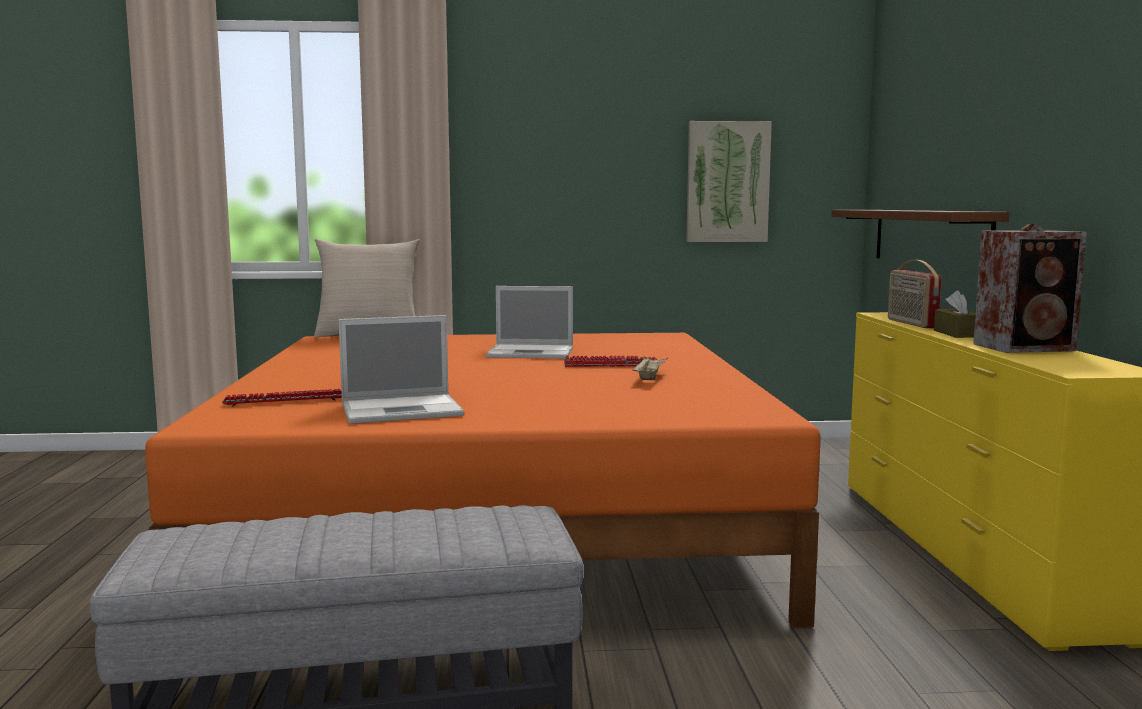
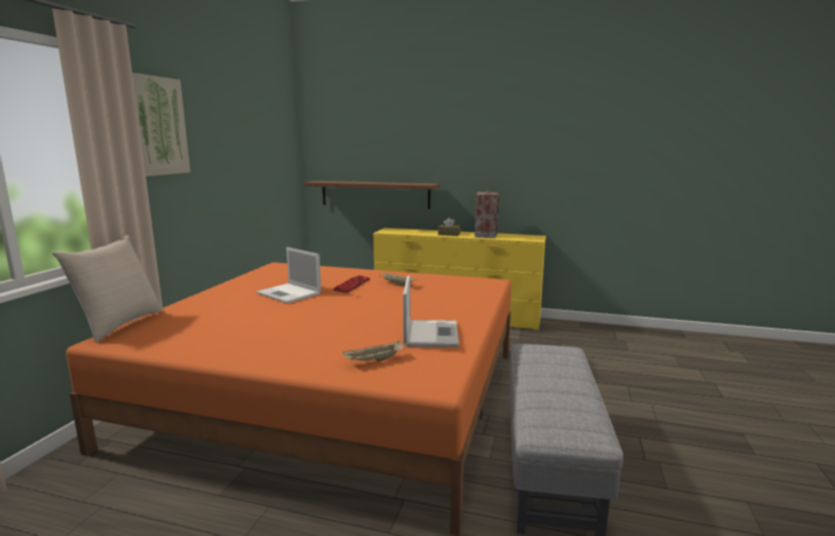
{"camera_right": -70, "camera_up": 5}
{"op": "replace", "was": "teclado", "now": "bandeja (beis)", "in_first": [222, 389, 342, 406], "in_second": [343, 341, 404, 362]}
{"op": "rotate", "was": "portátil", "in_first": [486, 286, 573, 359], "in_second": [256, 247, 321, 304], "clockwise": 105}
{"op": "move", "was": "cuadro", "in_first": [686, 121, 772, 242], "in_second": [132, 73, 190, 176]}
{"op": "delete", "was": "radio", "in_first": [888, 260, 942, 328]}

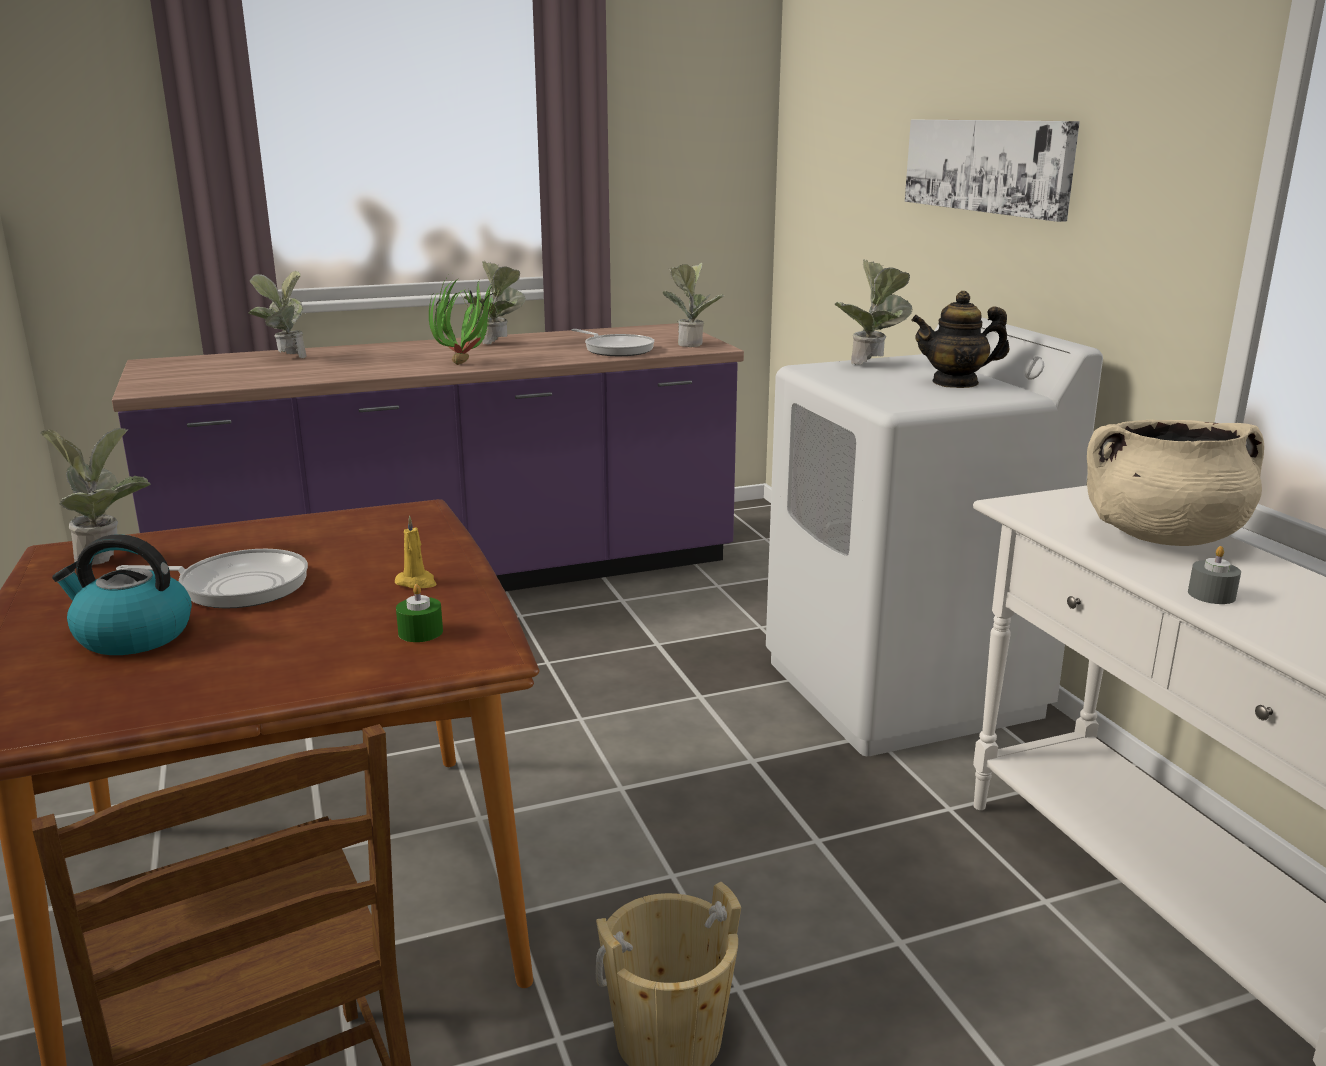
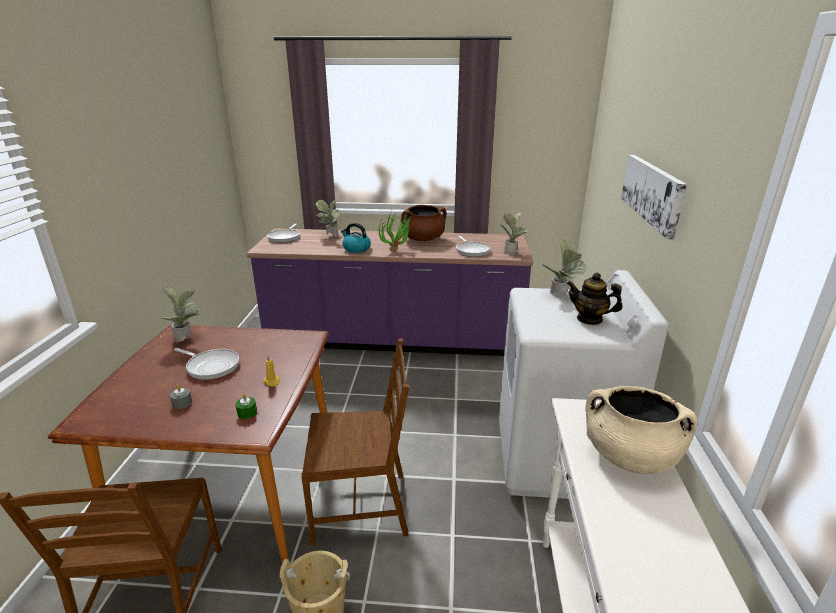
{"camera_right": 25, "camera_up": 5}
{"op": "move", "was": "hervidor", "in_first": [52, 534, 192, 655], "in_second": [341, 223, 371, 253]}
{"op": "replace", "was": "planta en maceta", "now": "olla (marrón)", "in_first": [464, 261, 525, 345], "in_second": [401, 205, 447, 241]}
{"op": "move", "was": "vela (gris)", "in_first": [1188, 546, 1241, 604], "in_second": [170, 385, 192, 409]}
{"op": "insert", "now": "sartén", "in_second": [267, 224, 299, 243]}
{"op": "insert", "now": "silla (marrón)", "in_second": [301, 339, 409, 546]}

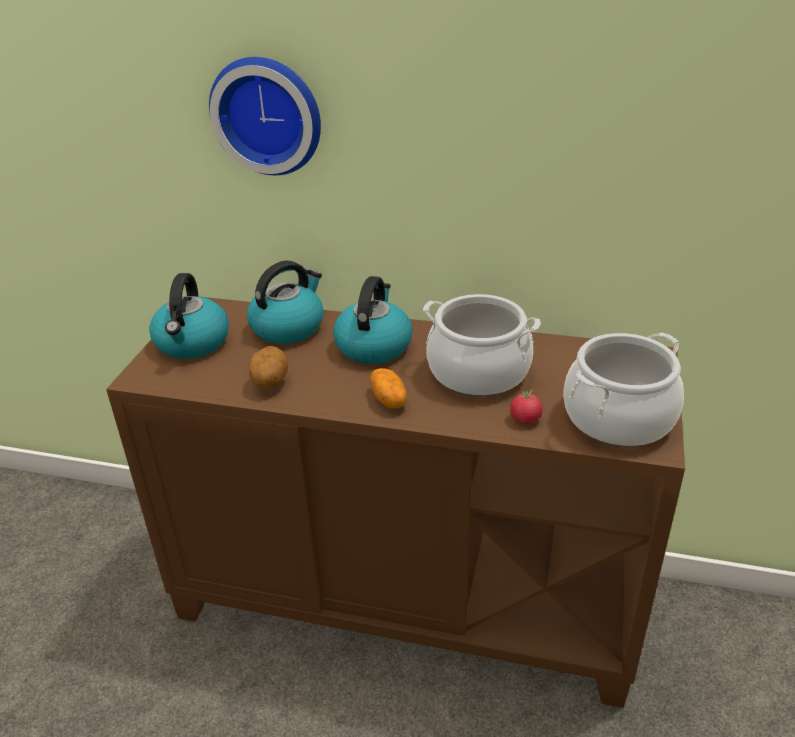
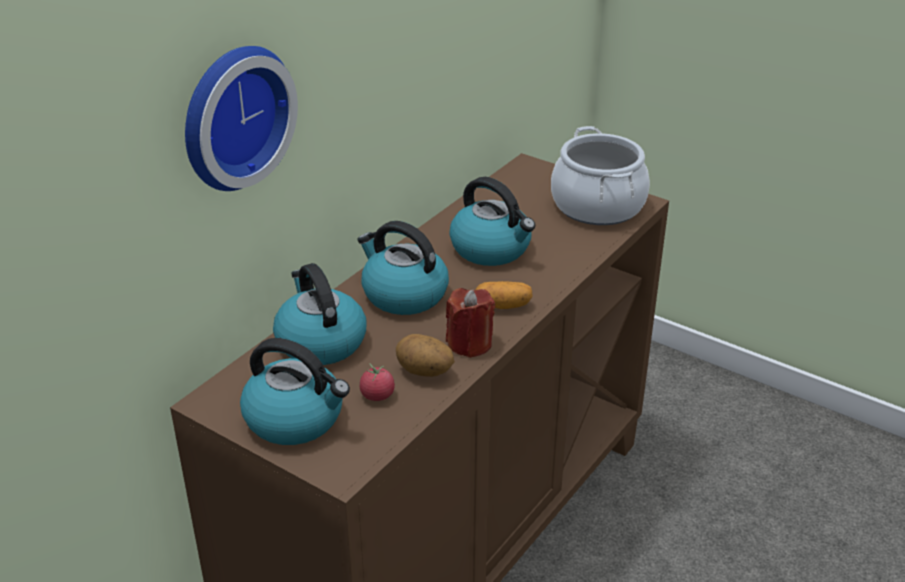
{"camera_right": -70, "camera_up": 0}
{"op": "replace", "was": "olla", "now": "hervidor", "in_first": [423, 294, 541, 397], "in_second": [449, 177, 535, 266]}
{"op": "move", "was": "tomate", "in_first": [510, 388, 543, 424], "in_second": [359, 364, 395, 401]}
{"op": "insert", "now": "vela (rojo)", "in_second": [446, 288, 495, 358]}

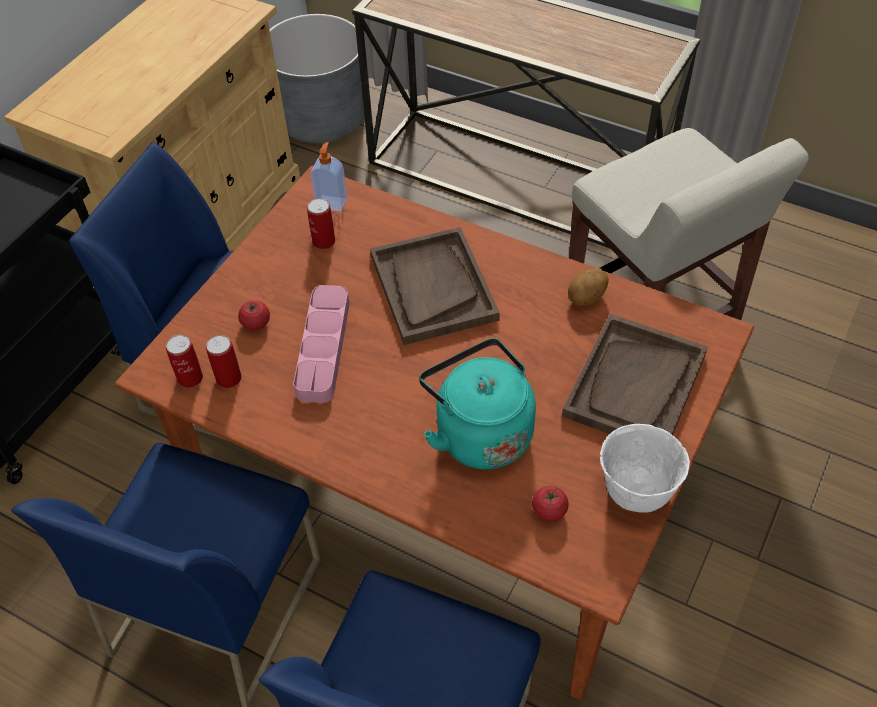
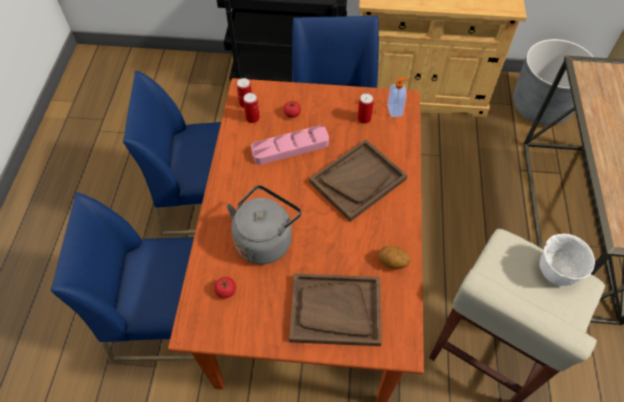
{"camera_right": 65, "camera_up": 5}
{"op": "recolor", "was": "hervidor (turquesa)", "now": "hervidor (gris)", "in_first": [419, 338, 536, 470], "in_second": [226, 185, 301, 264]}
{"op": "move", "was": "cuenco (blanco)", "in_first": [600, 424, 690, 513], "in_second": [539, 234, 595, 286]}

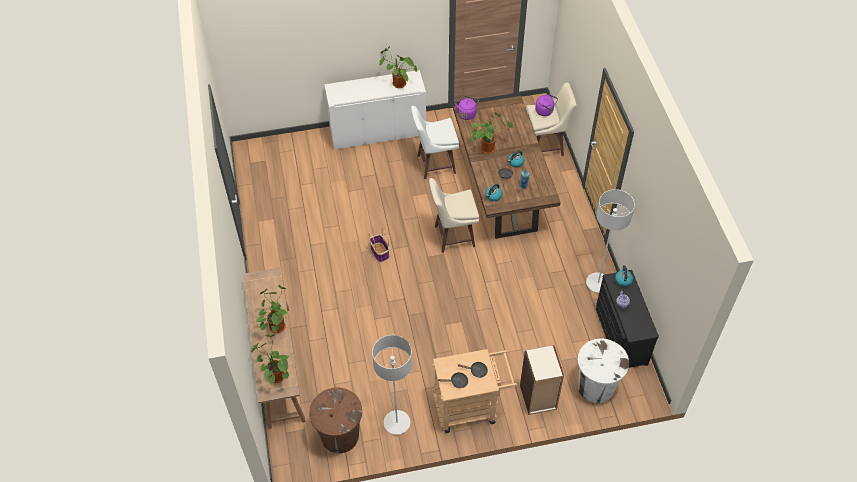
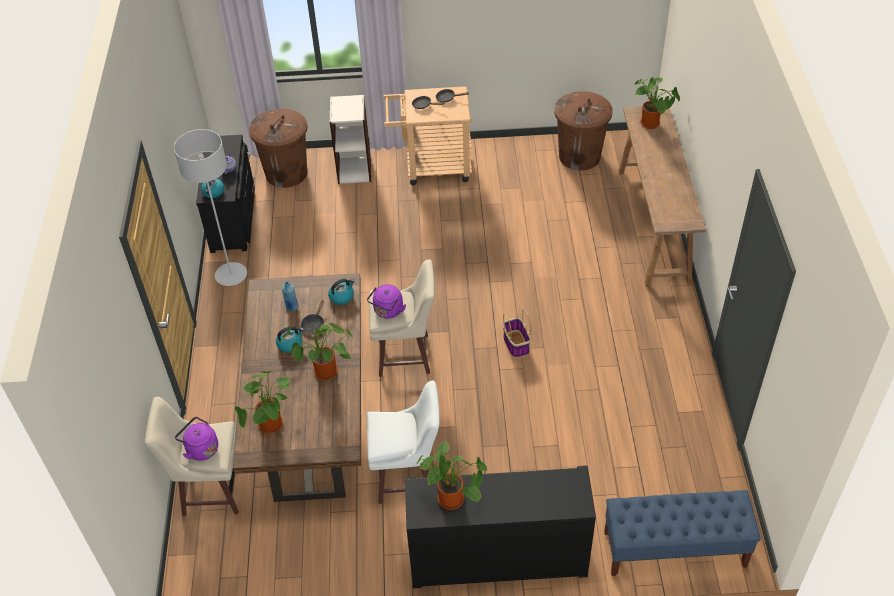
{"camera_right": -170, "camera_up": -5}
{"op": "move", "was": "planta en maceta", "in_first": [256, 285, 288, 333], "in_second": [235, 371, 291, 434]}
{"op": "recolor", "was": "armario (blanco)", "now": "armario (negro)", "in_first": [324, 70, 426, 150], "in_second": [405, 466, 596, 588]}
{"op": "delete", "was": "lámpara de pie (gris)", "in_first": [372, 335, 412, 435]}
{"op": "move", "was": "hervidor (morado)", "in_first": [455, 95, 479, 120], "in_second": [367, 284, 406, 319]}
{"op": "recolor", "was": "papelera (blanco)", "now": "papelera (marrón)", "in_first": [577, 339, 629, 403], "in_second": [249, 108, 307, 188]}
{"op": "insert", "now": "banco (azul)", "in_second": [604, 490, 761, 576]}

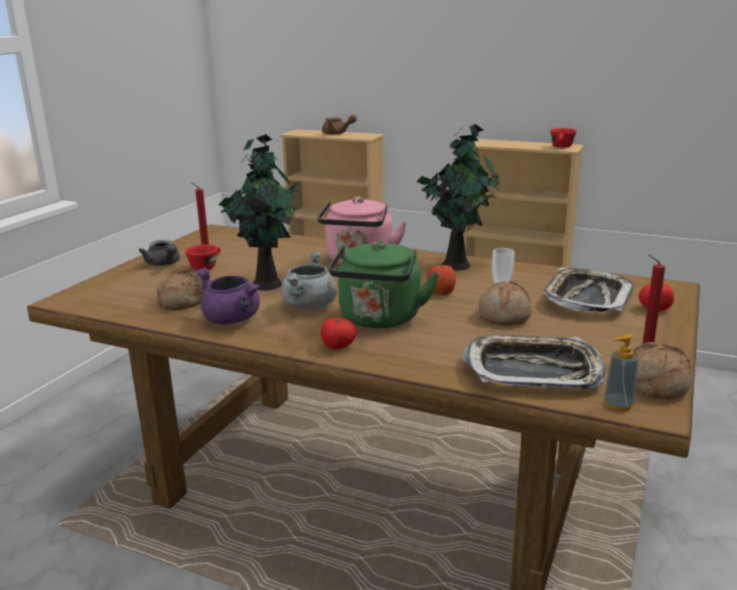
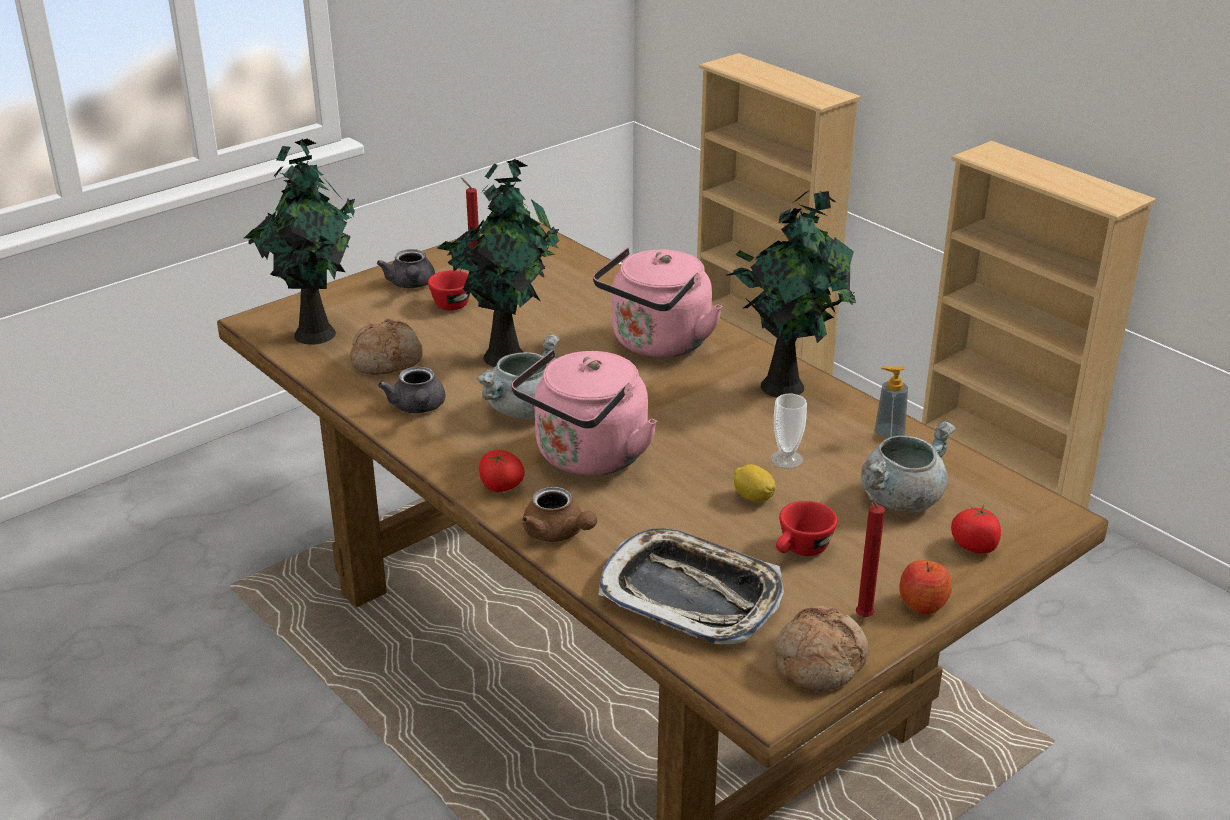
{"camera_right": 25, "camera_up": 10}
{"op": "replace", "was": "olla (morado)", "now": "tetera (gris)", "in_first": [195, 268, 260, 324], "in_second": [378, 366, 445, 413]}
{"op": "move", "was": "tetera (marrón)", "in_first": [322, 115, 357, 135], "in_second": [522, 487, 597, 542]}
{"op": "recolor", "was": "hervidor (verde)", "now": "hervidor (rosa)", "in_first": [329, 241, 439, 328], "in_second": [511, 350, 657, 476]}
{"op": "move", "was": "manzana", "in_first": [427, 263, 456, 295], "in_second": [899, 560, 952, 615]}
{"op": "replace", "was": "pan", "now": "limón", "in_first": [479, 281, 532, 325], "in_second": [734, 464, 776, 502]}
{"op": "replace", "was": "bandeja", "now": "olla (gris)", "in_first": [544, 267, 634, 312], "in_second": [861, 421, 955, 513]}
{"op": "move", "was": "taza (rojo)", "in_first": [550, 128, 577, 147], "in_second": [776, 501, 837, 556]}
{"op": "move", "was": "dispensador de jabón", "in_first": [604, 334, 638, 411], "in_second": [874, 366, 908, 441]}
{"op": "insert", "now": "planta en maceta", "in_second": [244, 139, 355, 345]}

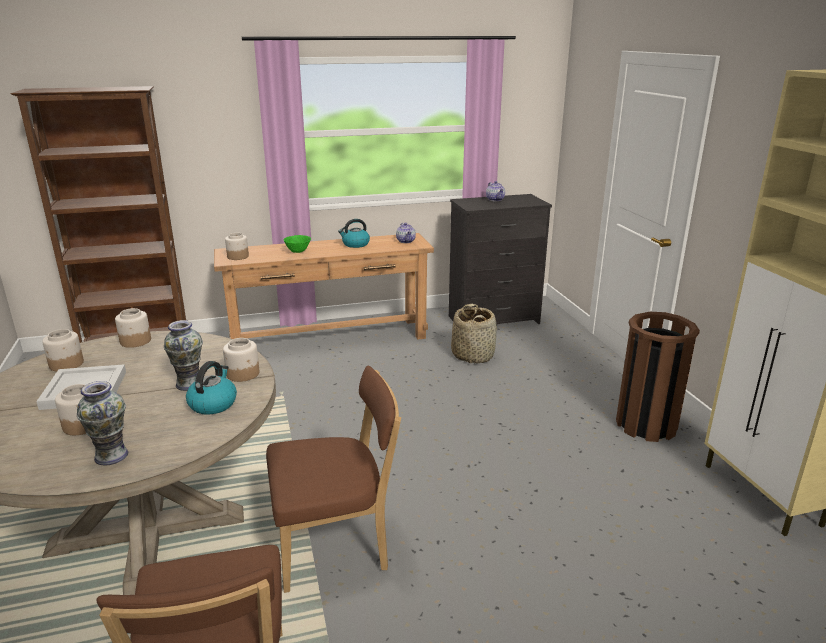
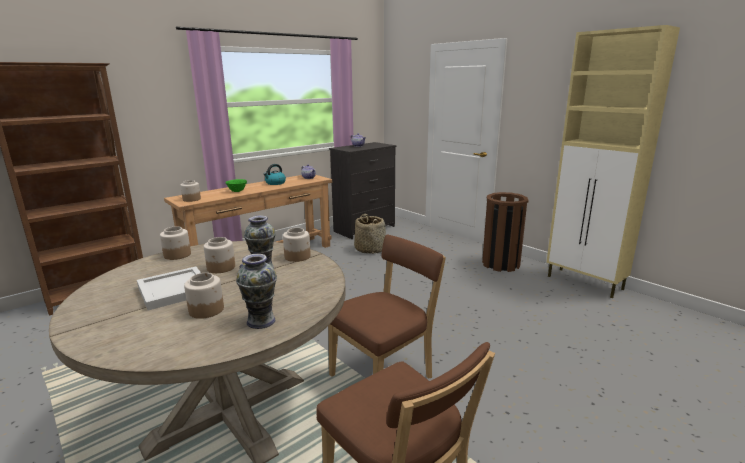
{"camera_right": -25, "camera_up": -5}
{"op": "move", "was": "tarro", "in_first": [42, 329, 84, 372], "in_second": [204, 237, 235, 273]}
{"op": "delete", "was": "hervidor", "in_first": [186, 361, 237, 415]}

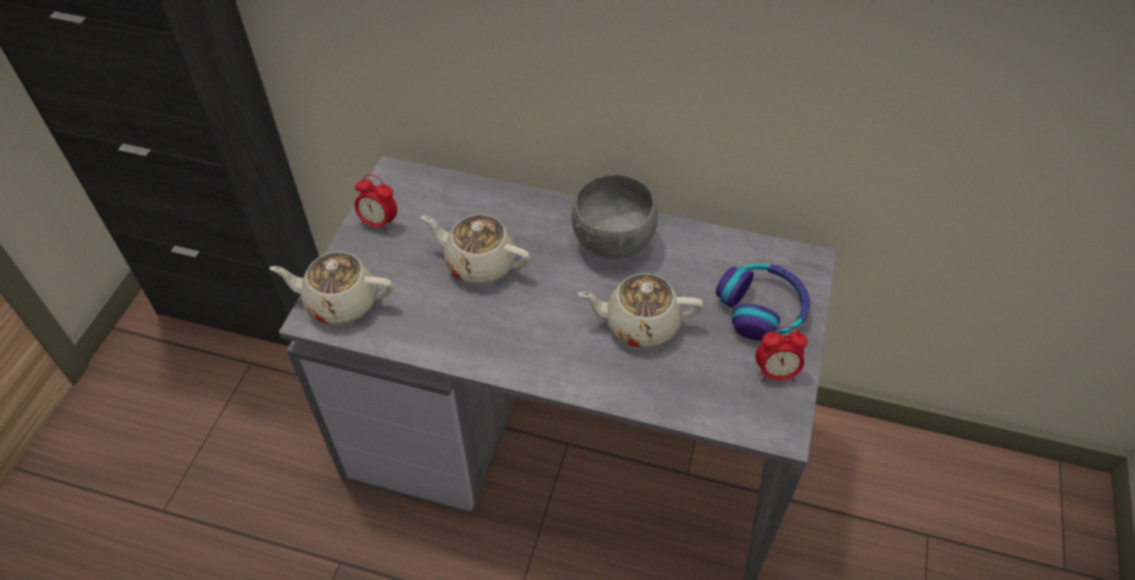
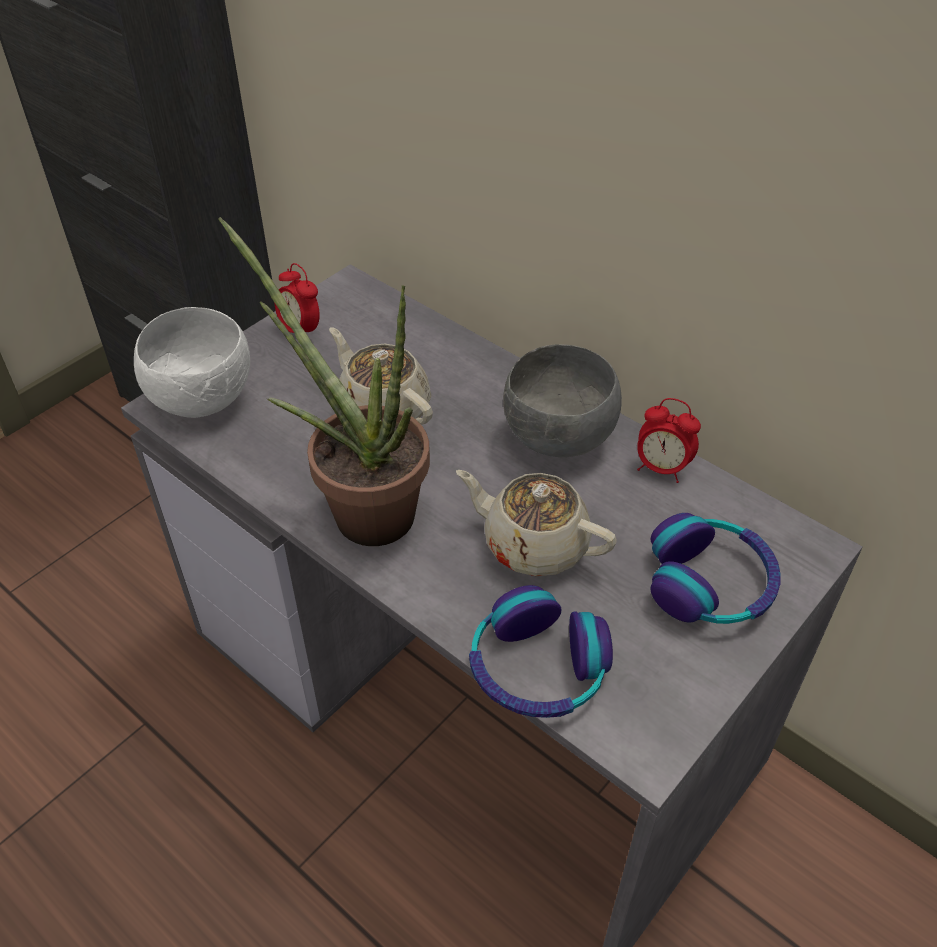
{"camera_right": 25, "camera_up": -5}
{"op": "replace", "was": "tetera (beis)", "now": "cuenco (blanco)", "in_first": [269, 252, 393, 324], "in_second": [134, 307, 250, 418]}
{"op": "move", "was": "despertador", "in_first": [755, 326, 808, 382], "in_second": [637, 398, 701, 483]}
{"op": "insert", "now": "planta en maceta", "in_second": [219, 217, 430, 546]}
{"op": "insert", "now": "auriculares", "in_second": [469, 585, 613, 718]}

